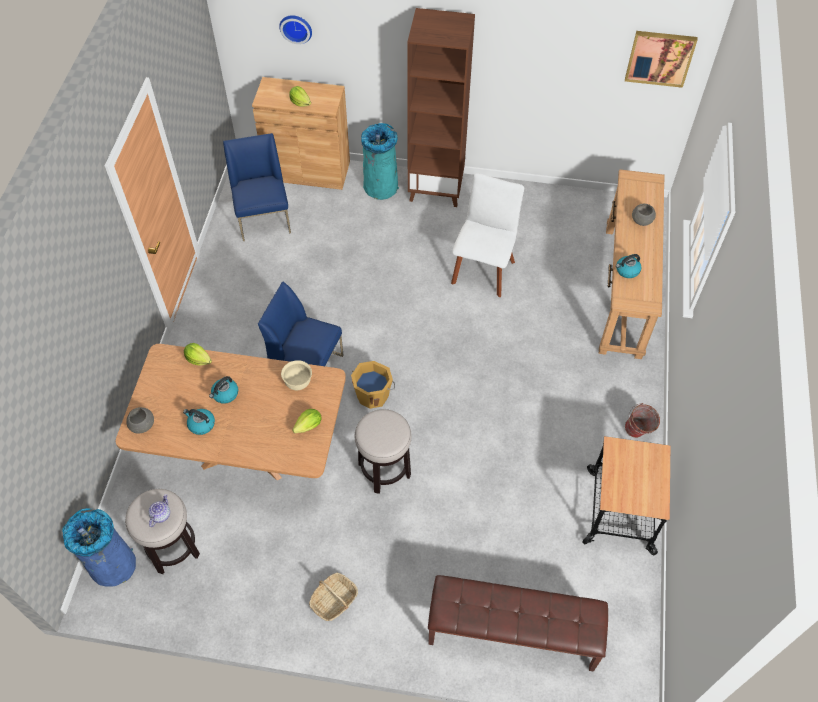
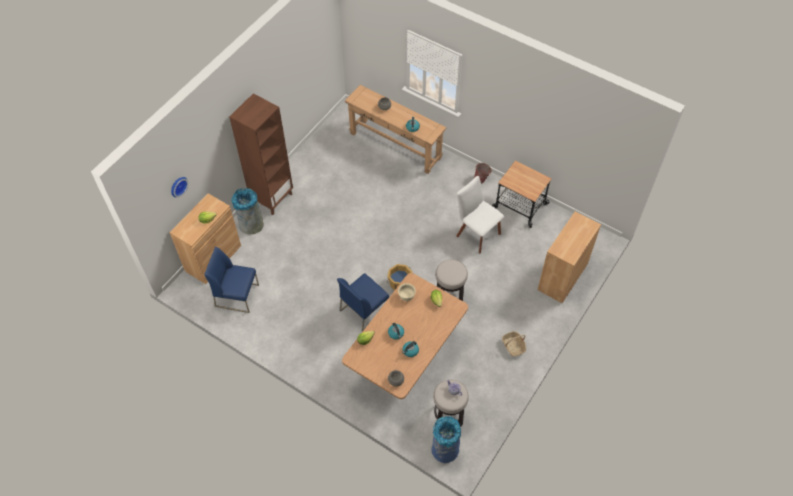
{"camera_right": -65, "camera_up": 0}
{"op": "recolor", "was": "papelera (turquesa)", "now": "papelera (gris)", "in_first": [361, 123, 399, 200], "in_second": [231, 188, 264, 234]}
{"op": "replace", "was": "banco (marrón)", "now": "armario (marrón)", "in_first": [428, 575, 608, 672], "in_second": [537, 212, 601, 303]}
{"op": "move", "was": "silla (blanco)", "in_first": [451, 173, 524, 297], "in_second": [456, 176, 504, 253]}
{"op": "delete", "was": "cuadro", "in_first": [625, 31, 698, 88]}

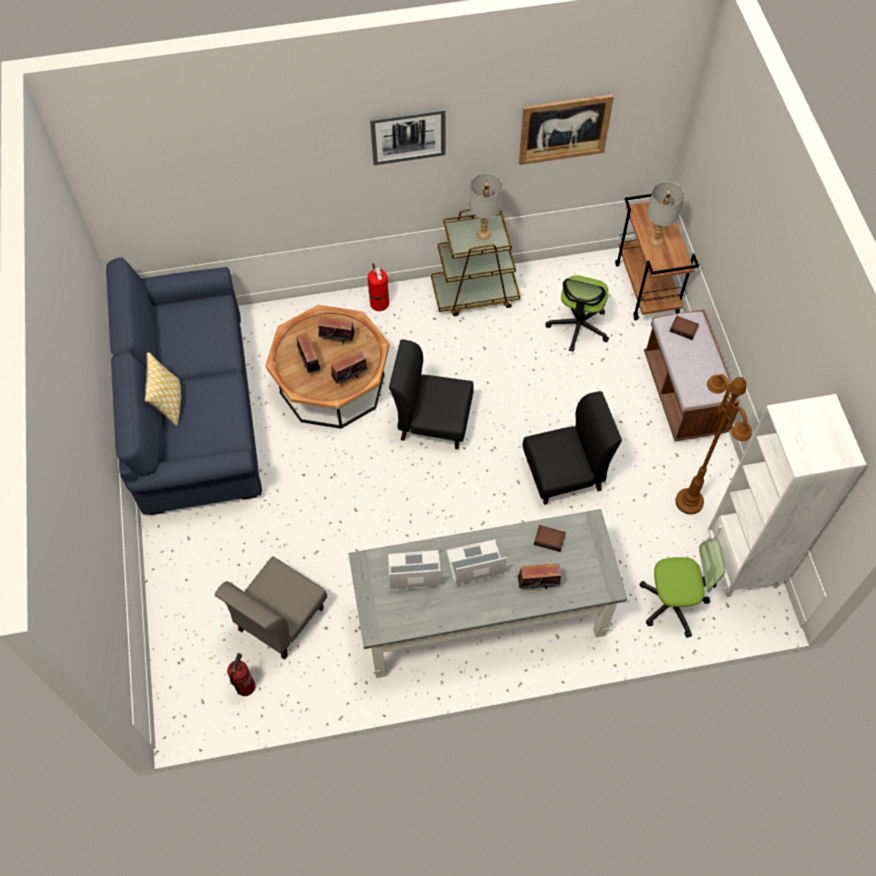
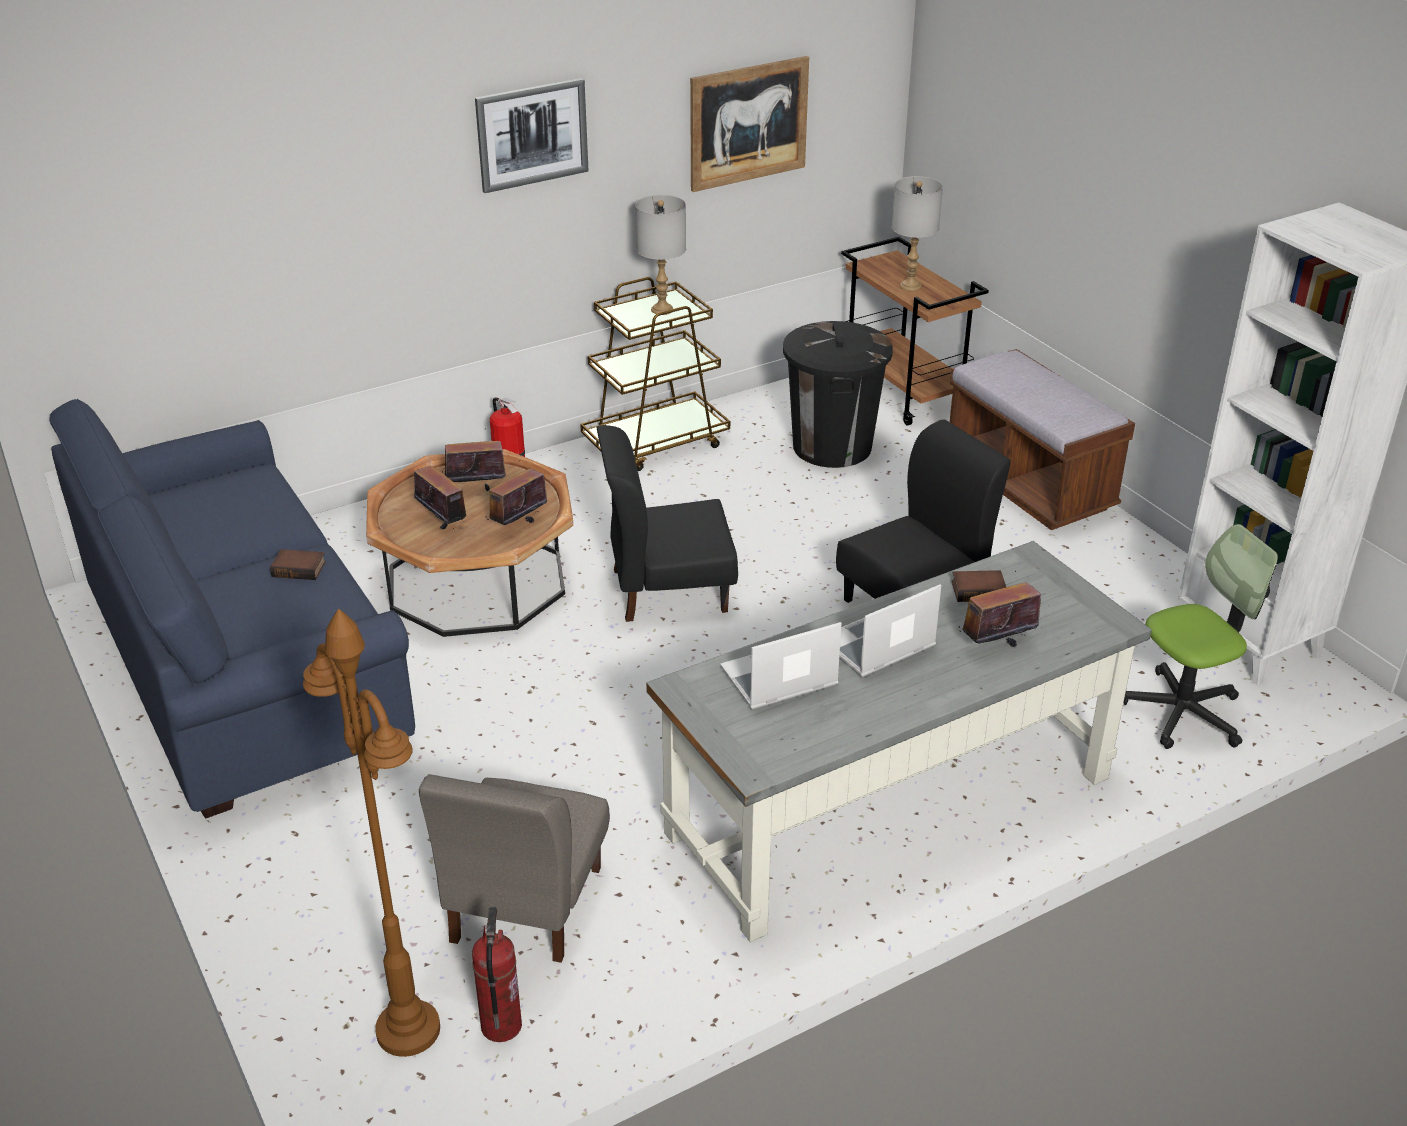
{"camera_right": -20, "camera_up": -25}
{"op": "delete", "was": "cojín", "in_first": [145, 352, 181, 426]}
{"op": "replace", "was": "silla de oficina", "now": "papelera (negro)", "in_first": [546, 275, 609, 352], "in_second": [783, 321, 893, 468]}
{"op": "move", "was": "libro", "in_first": [670, 316, 699, 340], "in_second": [270, 549, 326, 580]}
{"op": "move", "was": "lámpara de pie (marrón)", "in_first": [675, 374, 752, 514], "in_second": [303, 609, 440, 1057]}

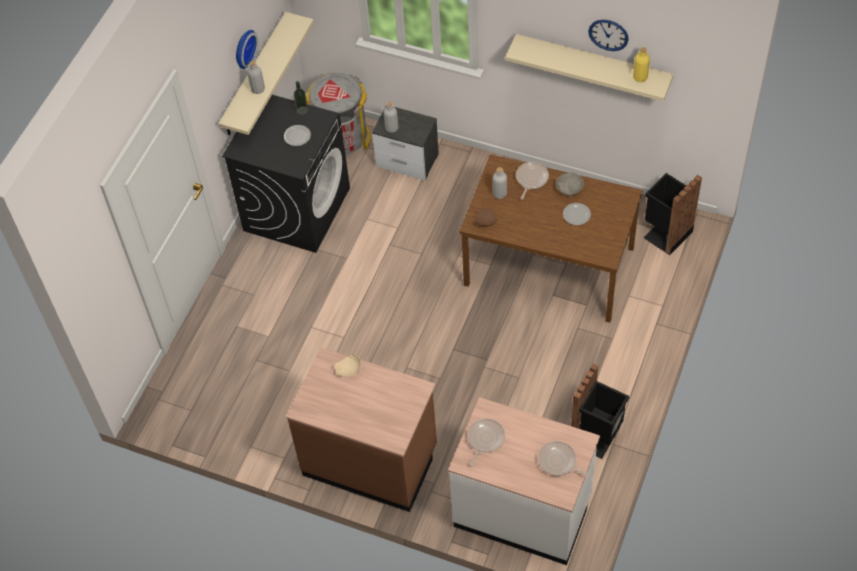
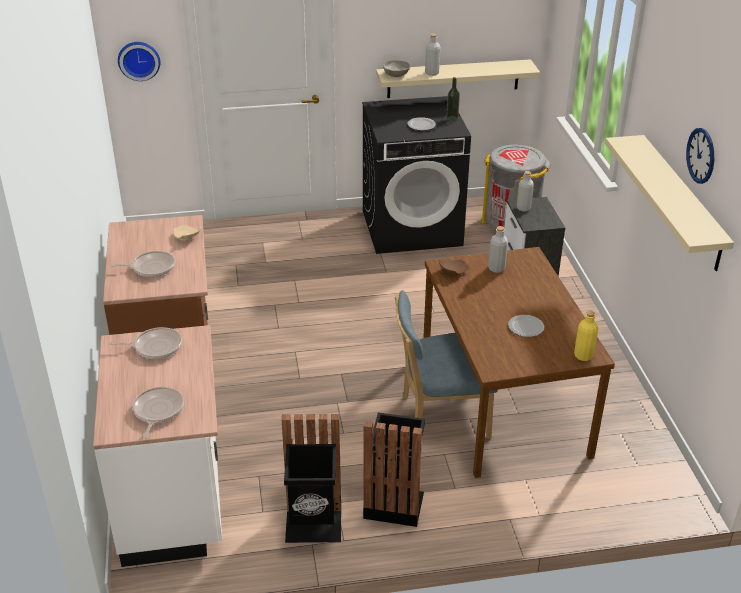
{"camera_right": 55, "camera_up": -20}
{"op": "move", "was": "reloj de pared", "in_first": [236, 30, 258, 69], "in_second": [118, 42, 160, 81]}
{"op": "move", "was": "sartén", "in_first": [516, 162, 549, 200], "in_second": [110, 251, 175, 277]}
{"op": "move", "was": "cuenco (gris)", "in_first": [556, 172, 584, 196], "in_second": [383, 60, 411, 77]}
{"op": "move", "was": "botella (amarillo)", "in_first": [633, 47, 650, 82], "in_second": [574, 310, 598, 361]}
{"op": "move", "was": "papelera (negro)", "in_first": [643, 173, 702, 255], "in_second": [363, 412, 425, 527]}
{"op": "insert", "now": "silla (azul)", "in_second": [395, 290, 498, 438]}

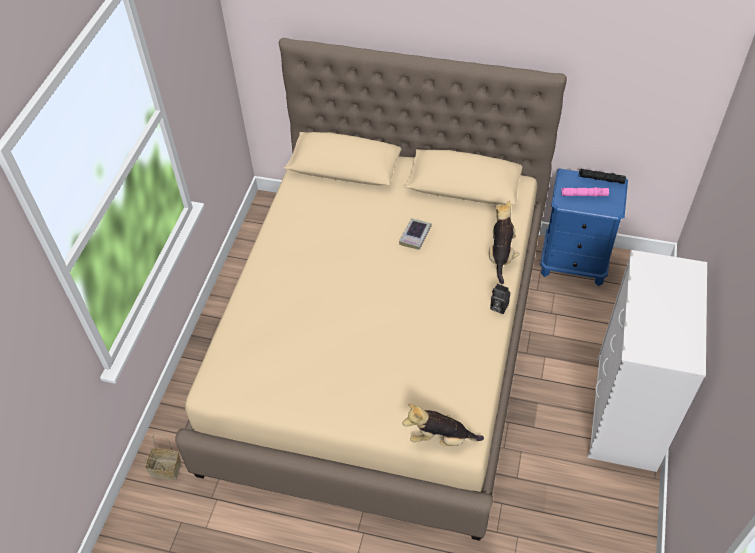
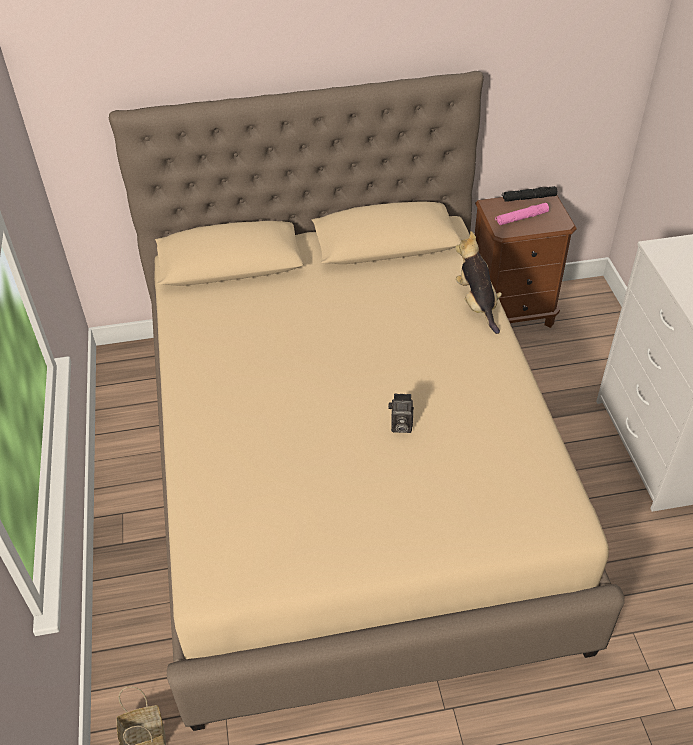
{"camera_right": -25, "camera_up": -5}
{"op": "delete", "was": "libro", "in_first": [399, 218, 432, 250]}
{"op": "delete", "was": "peluche", "in_first": [402, 404, 484, 446]}
{"op": "move", "was": "cámara", "in_first": [490, 283, 510, 314], "in_second": [388, 393, 414, 433]}
{"op": "recolor", "was": "mesita de noche (azul)", "now": "mesita de noche (marrón)", "in_first": [540, 169, 628, 286], "in_second": [475, 196, 577, 328]}

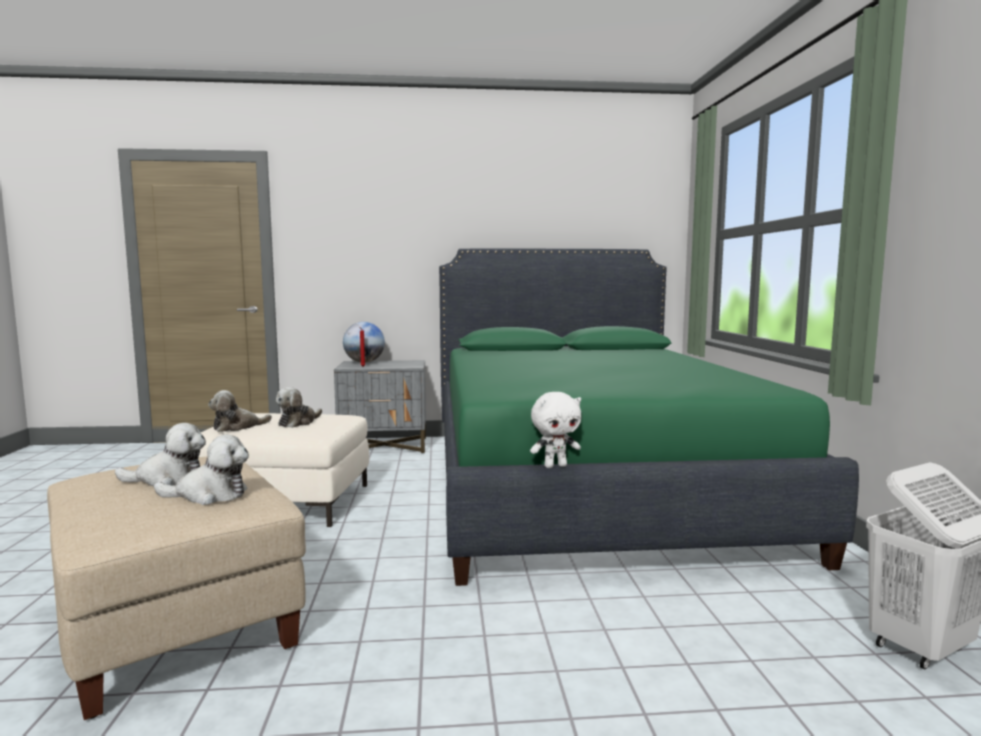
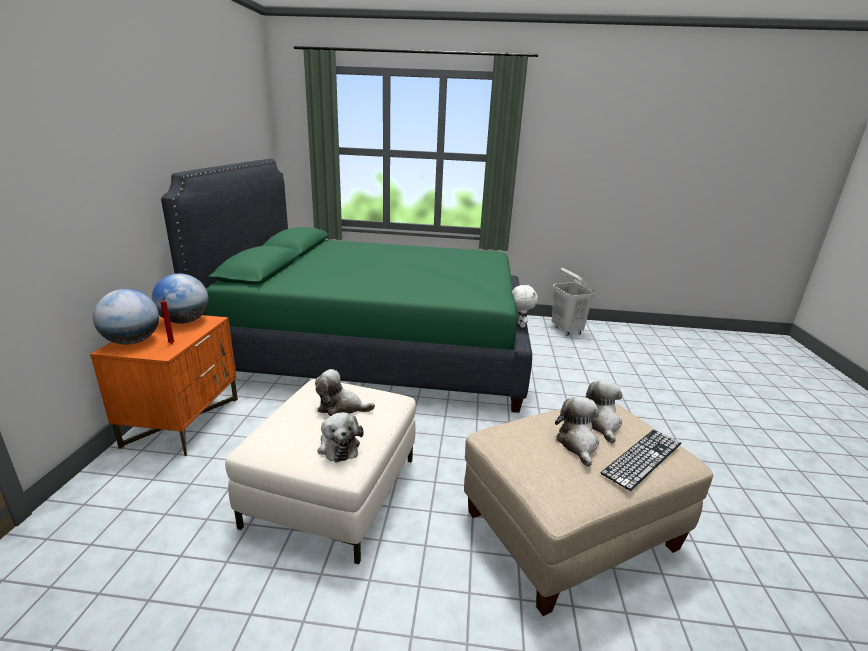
{"camera_right": -80, "camera_up": 15}
{"op": "rotate", "was": "peluche", "in_first": [276, 387, 322, 428], "in_second": [315, 369, 375, 416], "clockwise": 150}
{"op": "recolor", "was": "mesita de noche (gris)", "now": "mesita de noche (naranja)", "in_first": [334, 360, 426, 454], "in_second": [90, 315, 238, 456]}
{"op": "insert", "now": "globo terráqueo", "in_second": [152, 274, 209, 324]}
{"op": "insert", "now": "teclado", "in_second": [600, 430, 681, 491]}

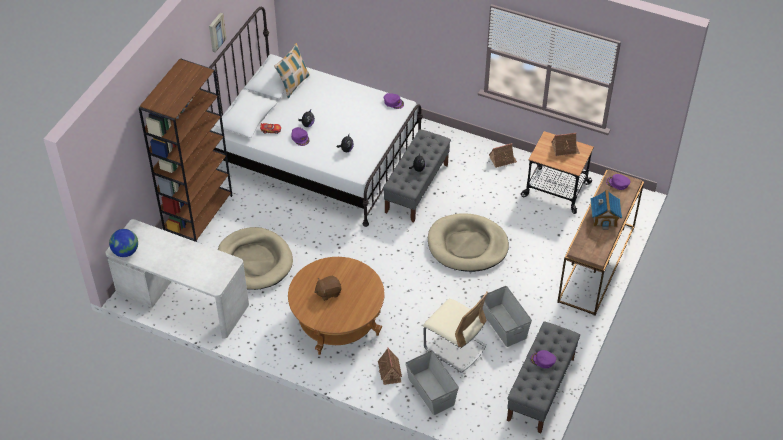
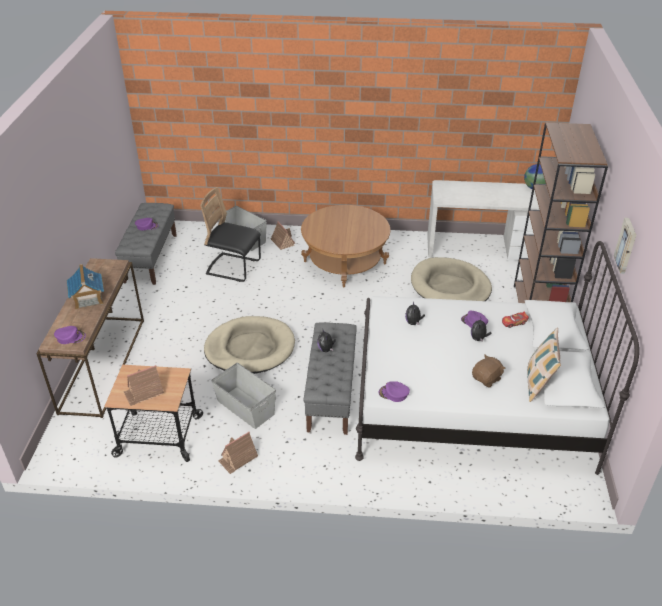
{"camera_right": 160, "camera_up": -10}
{"op": "move", "was": "peluche (marrón)", "in_first": [314, 276, 341, 301], "in_second": [472, 355, 506, 388]}
{"op": "recolor", "was": "silla (beis)", "now": "silla (negro)", "in_first": [423, 292, 488, 373], "in_second": [200, 187, 261, 282]}
{"op": "move", "was": "caja de almacenaje (gris)", "in_first": [481, 286, 532, 347], "in_second": [211, 363, 276, 429]}

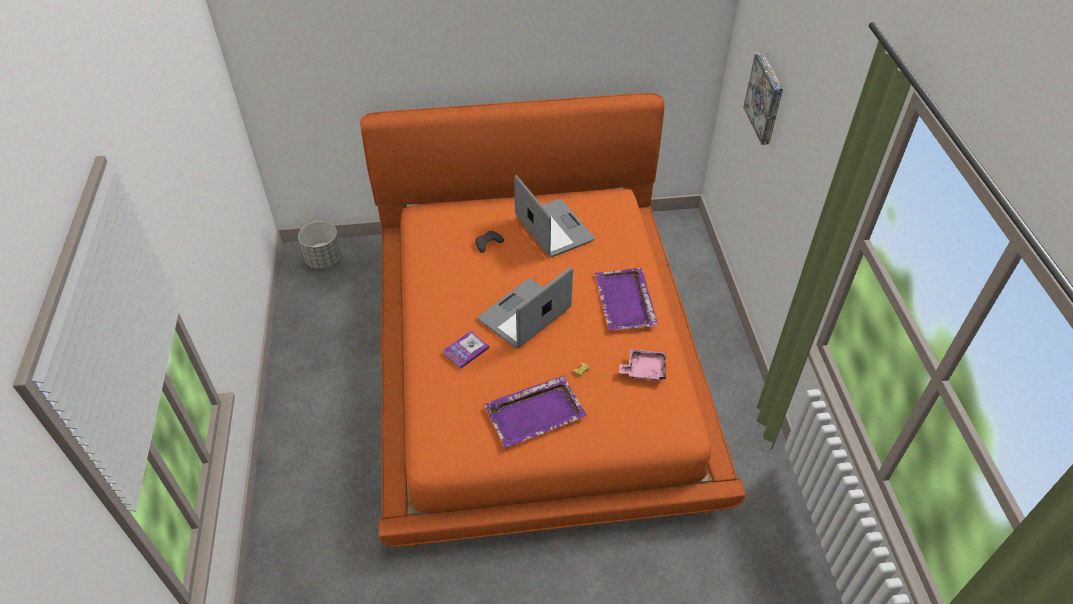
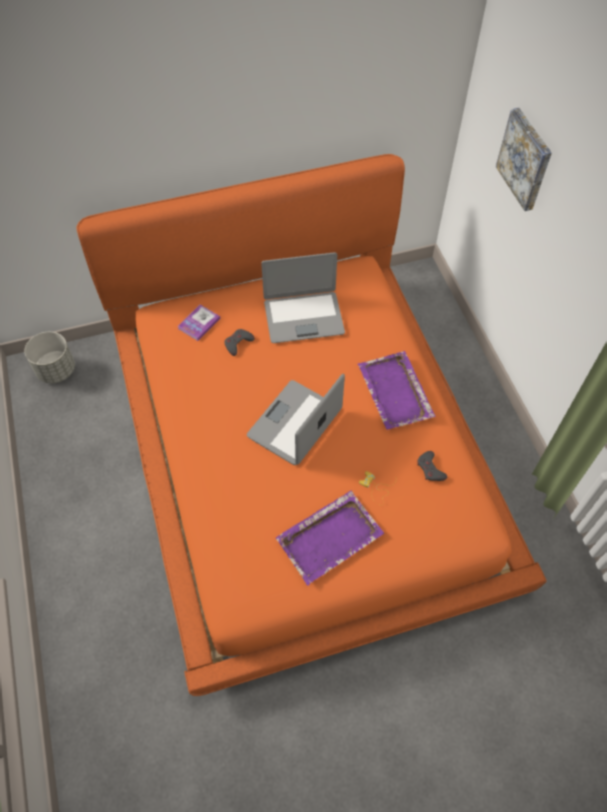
{"camera_right": -10, "camera_up": 10}
{"op": "move", "was": "libro", "in_first": [442, 331, 489, 369], "in_second": [177, 305, 221, 341]}
{"op": "rotate", "was": "portátil", "in_first": [514, 175, 595, 257], "in_second": [261, 252, 345, 343], "clockwise": 120}
{"op": "replace", "was": "bandeja (rosa)", "now": "mando de consola (gris)", "in_first": [619, 349, 666, 381], "in_second": [417, 451, 447, 481]}

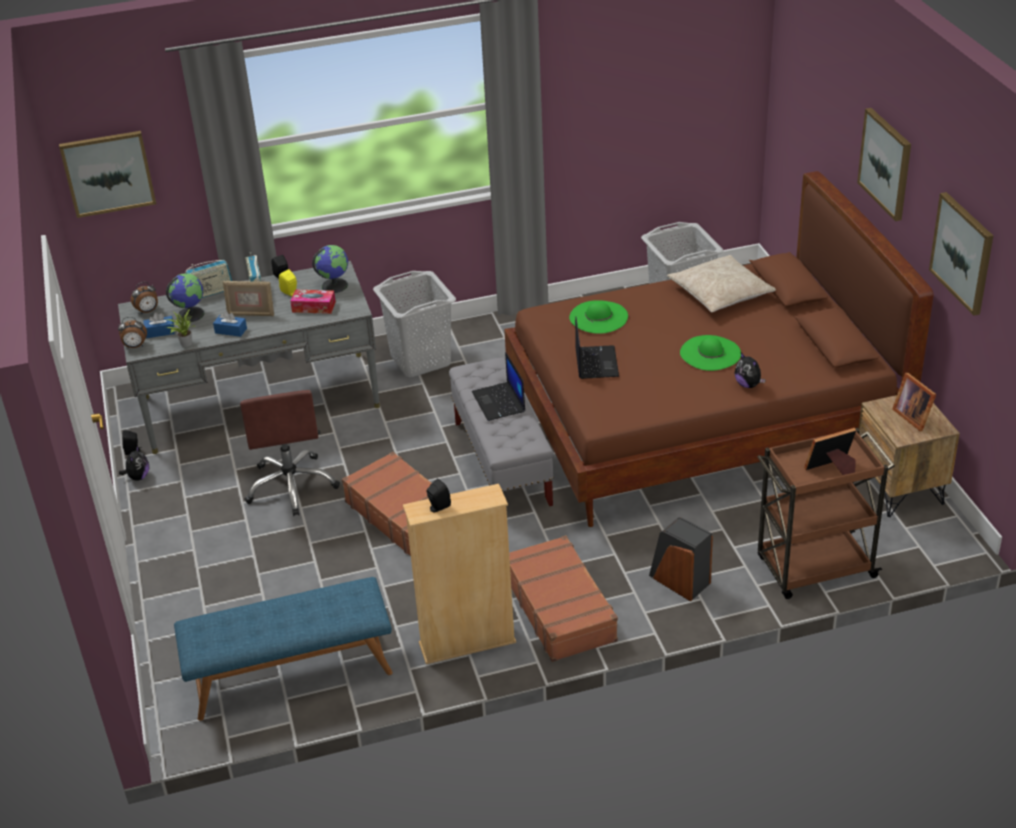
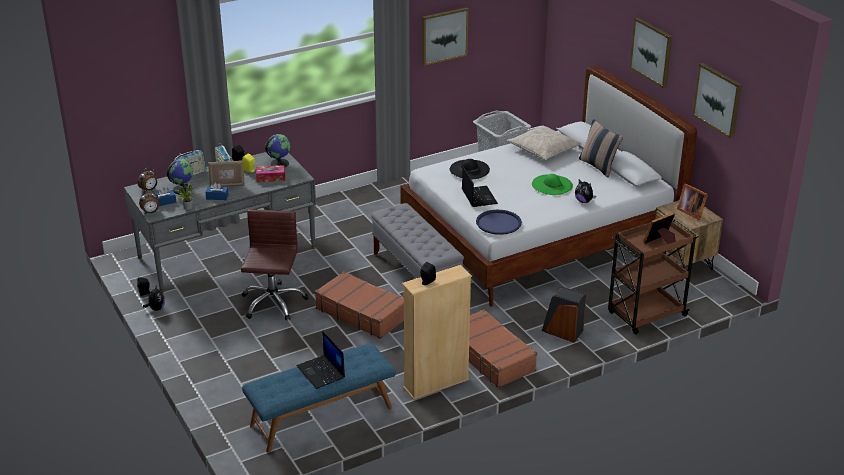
{"camera_right": -15, "camera_up": -5}
{"op": "move", "was": "cuadro", "in_first": [59, 131, 156, 218], "in_second": [422, 7, 469, 66]}
{"op": "rotate", "was": "silla de oficina (marrón)", "in_first": [240, 390, 340, 516], "in_second": [241, 210, 309, 321], "clockwise": -150}
{"op": "delete", "was": "cesto de la ropa (gris)", "in_first": [373, 271, 456, 377]}
{"op": "move", "was": "portátil", "in_first": [472, 352, 525, 421], "in_second": [297, 331, 345, 389]}
{"op": "recolor", "was": "cama (marrón)", "now": "cama (blanco)", "in_first": [504, 171, 933, 527], "in_second": [400, 66, 697, 306]}
{"op": "recolor", "was": "sombrero (verde)", "now": "sombrero (negro)", "in_first": [569, 300, 628, 334], "in_second": [450, 159, 490, 179]}
{"op": "insert", "now": "bandeja (azul)", "in_second": [476, 210, 522, 235]}
{"op": "insert", "now": "cojín", "in_second": [579, 119, 623, 177]}

